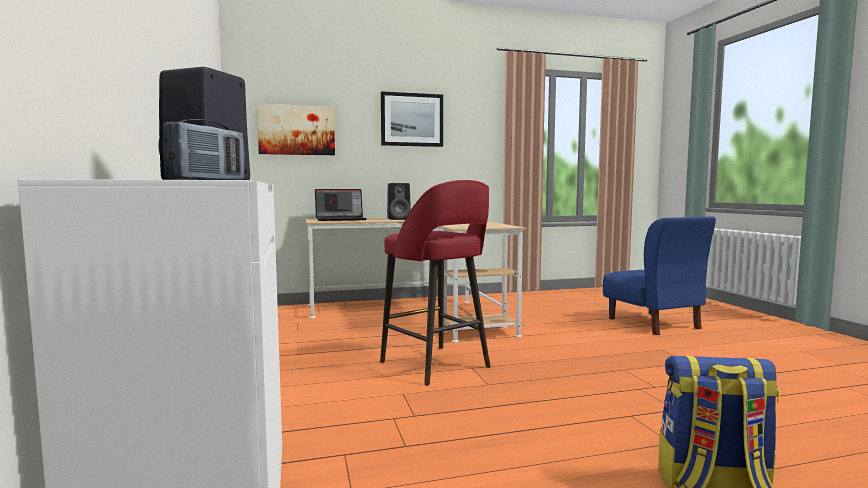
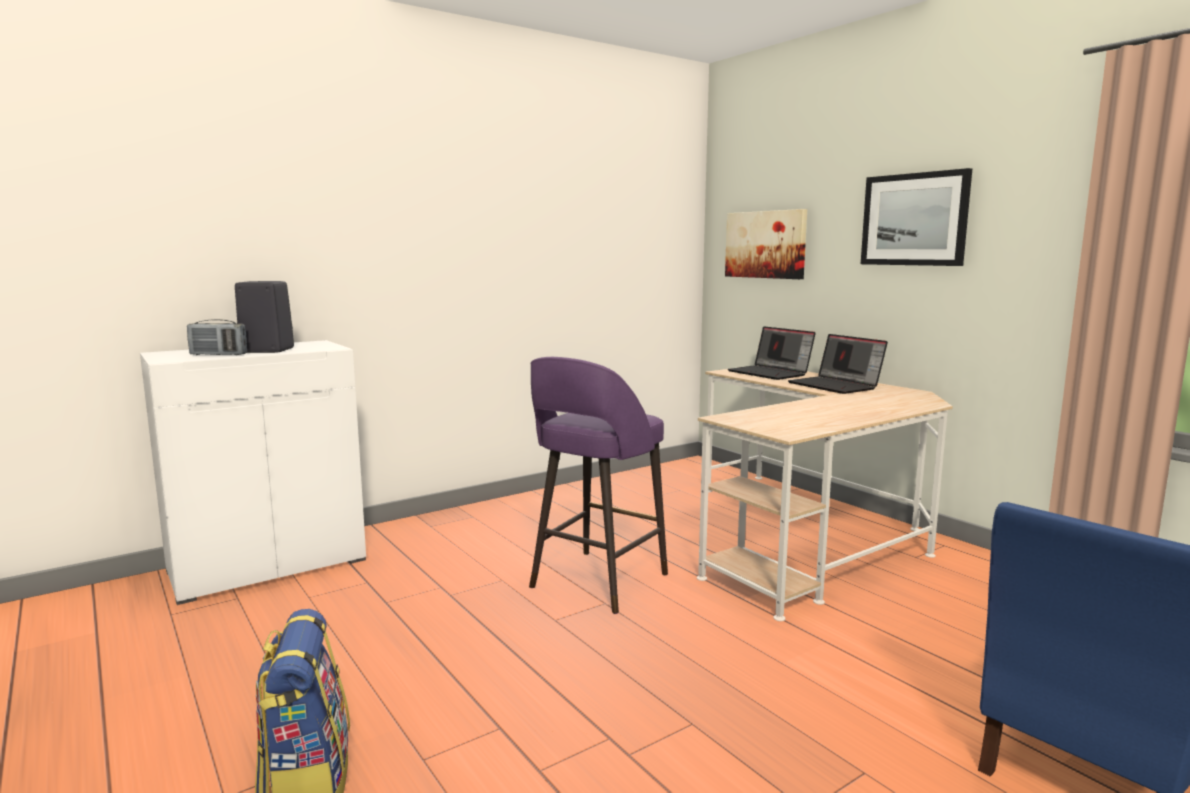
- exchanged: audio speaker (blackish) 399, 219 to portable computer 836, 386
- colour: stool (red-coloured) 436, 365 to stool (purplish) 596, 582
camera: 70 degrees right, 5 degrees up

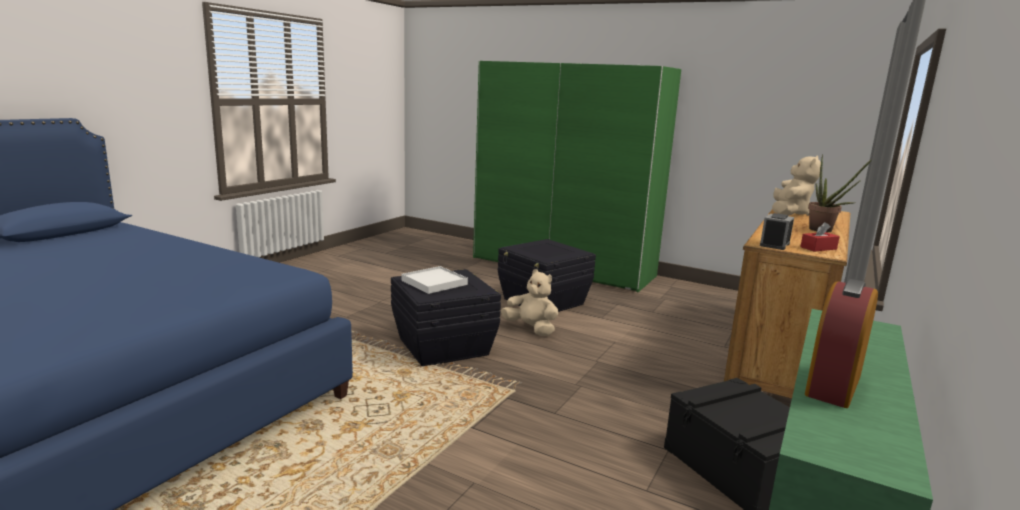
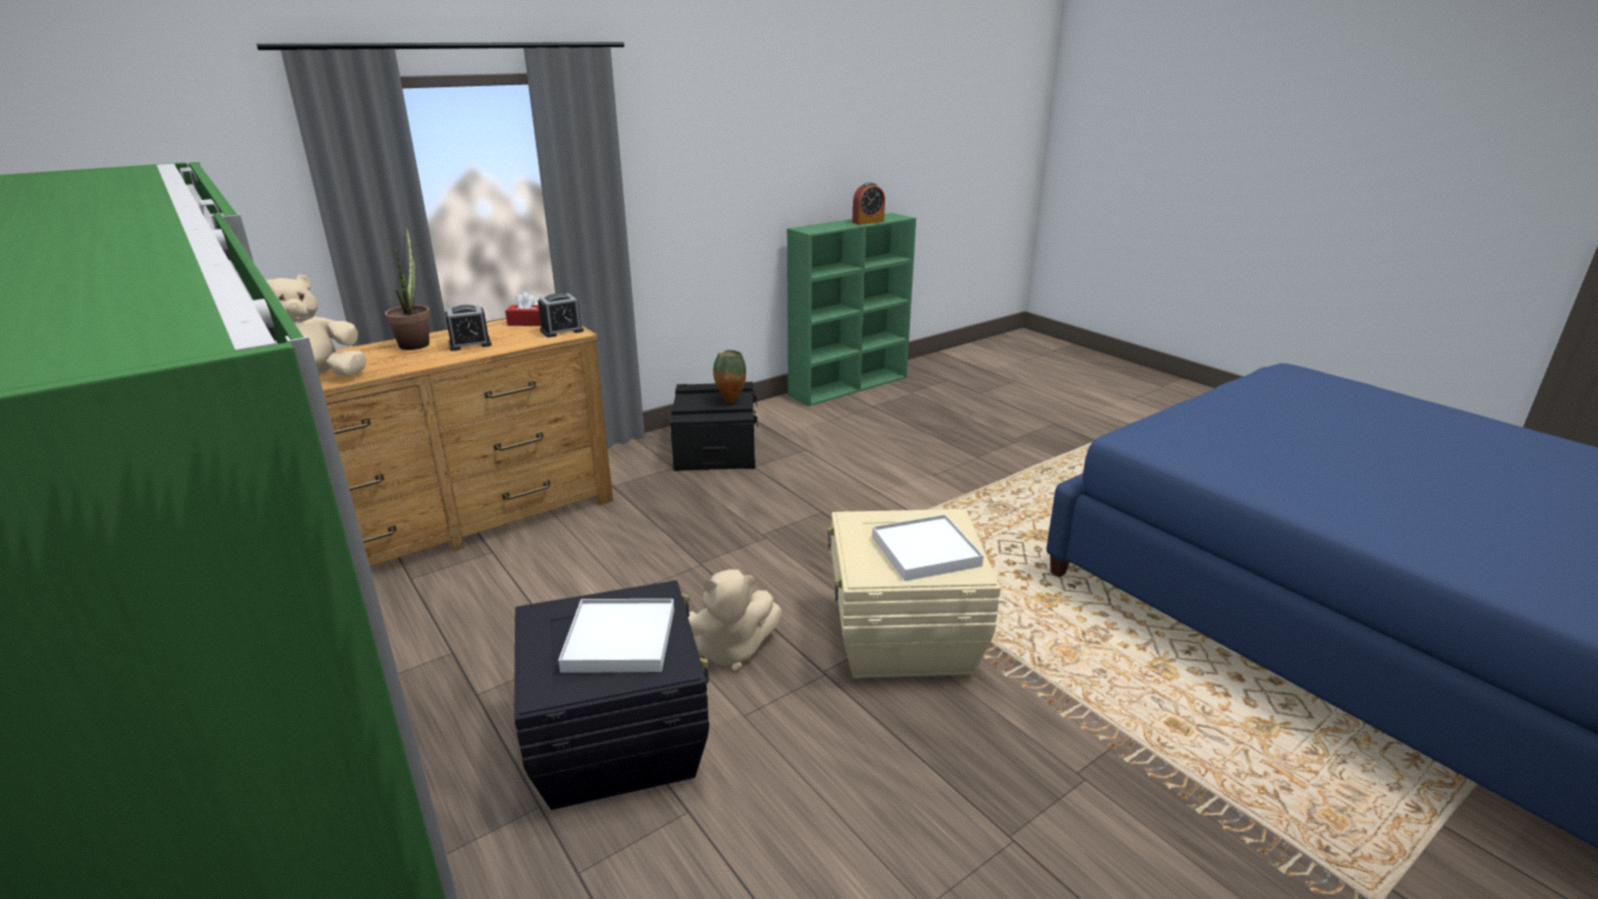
- appeared: table clock 470, 344
- appeared: carrying tray (white) 620, 639
- appeared: decorative vase 730, 400
- colour: storage bin (blackish) 443, 346 to storage bin (beige-coloured) 902, 638
- spun: plush toy (beige-coloured) 531, 329 = 729, 650 75 degrees counterclockwise
camera: 155 degrees left, 10 degrees up

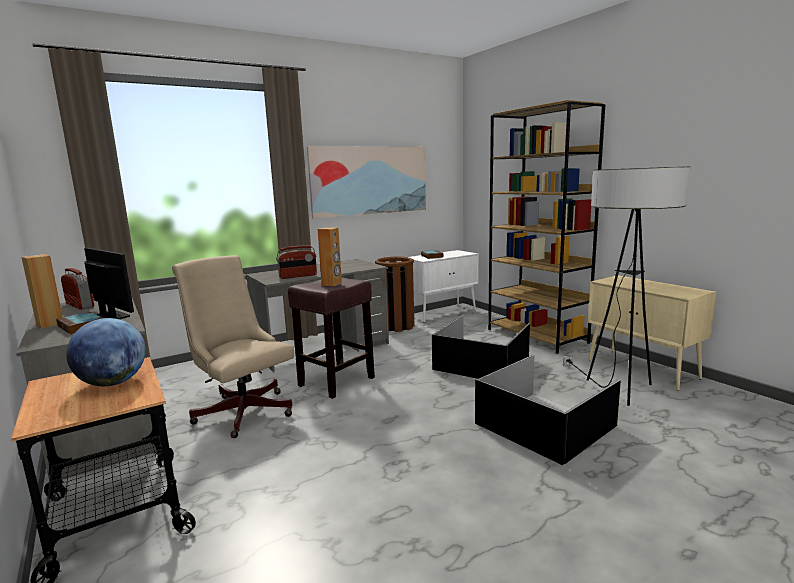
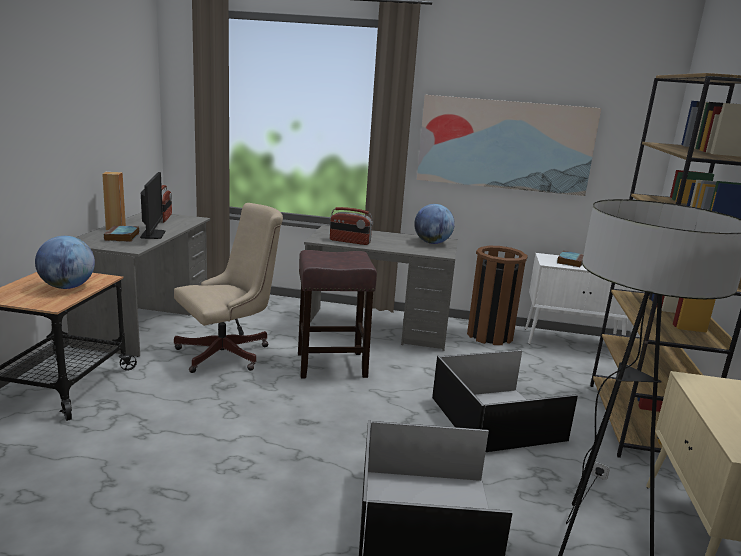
- missing: audio speaker (brown-coloured) 332, 284
- appeared: globe 432, 243
- spun: computer chair (beige-coloured) 242, 410 = 229, 353 60 degrees clockwise
camera: 40 degrees right, 5 degrees up

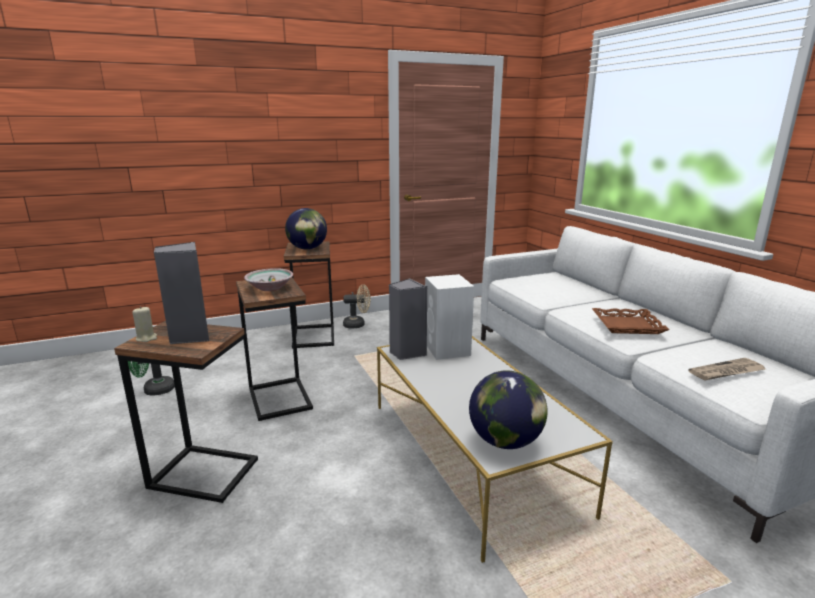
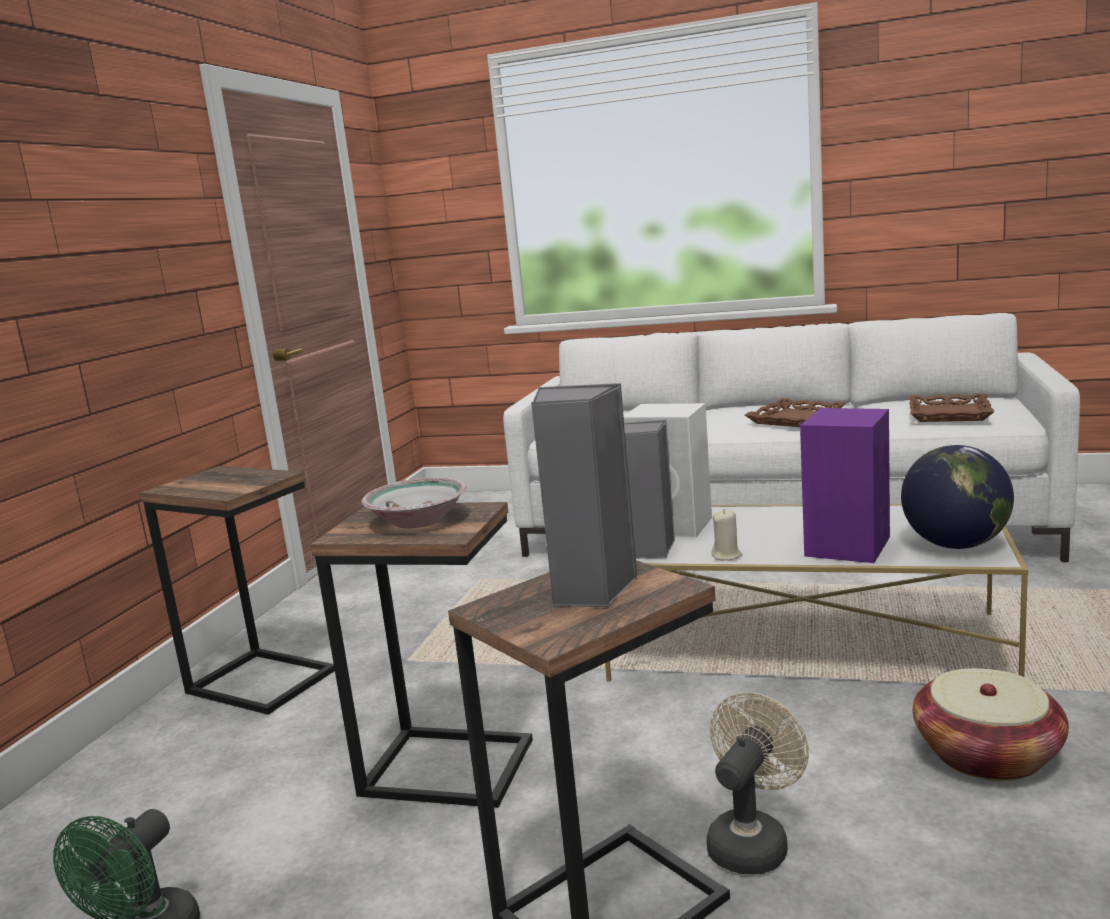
- missing: globe 307, 248
- appeared: audio speaker (purplish) 848, 545
- appeared: storage basket 987, 755
- relocated: wax light (beige-coloured) 146, 338 to 727, 556
- relocated: fan (beige-coloured) 357, 324 to 752, 841
- exchanged: printed paper 727, 372 to carrying tray (brown-coloured) 950, 414
camera: 50 degrees left, 5 degrees down

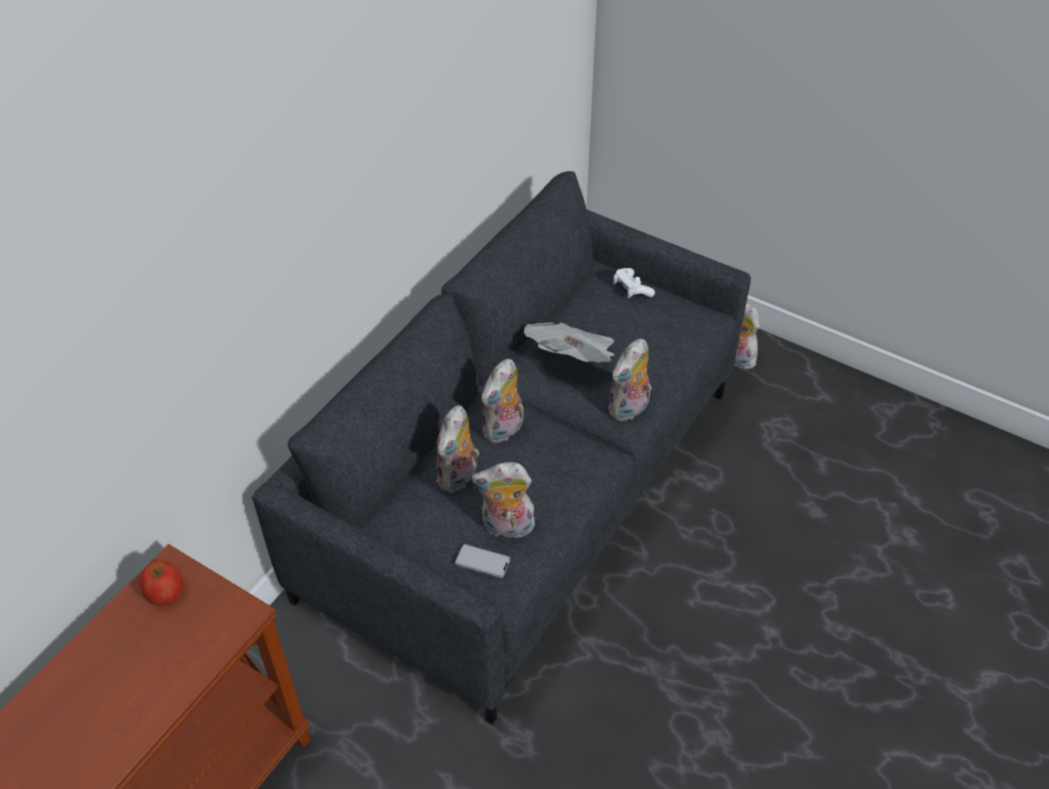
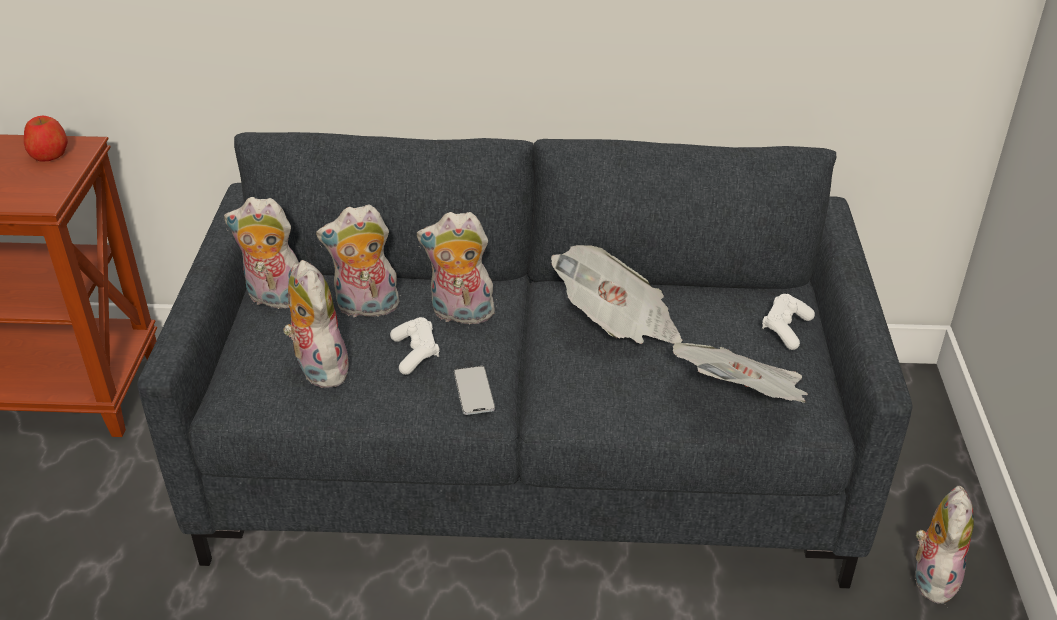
- appeared: gamepad (white) 416, 354
- appeared: printed paper 742, 399
- relocated: handset 482, 561 to 474, 391
- relocated: plush toy 629, 409 to 273, 299
camera: 60 degrees right, 10 degrees down

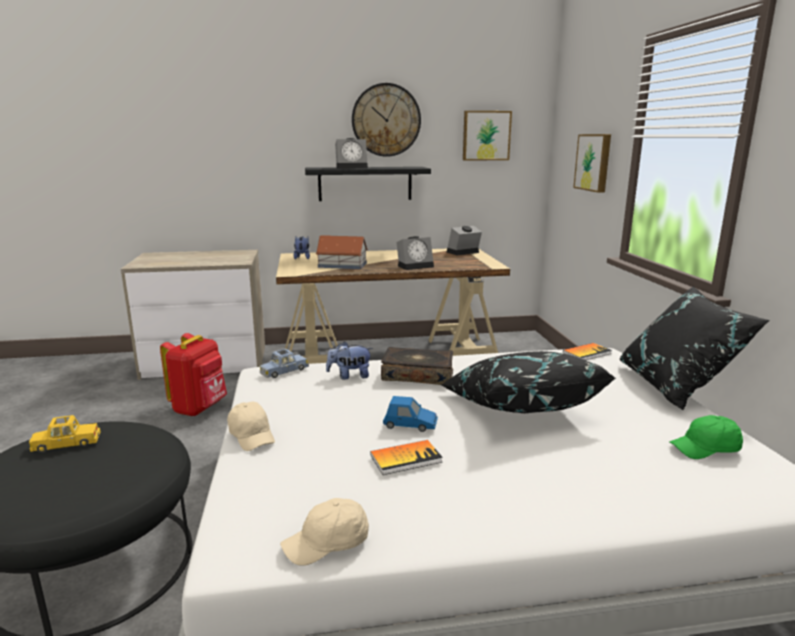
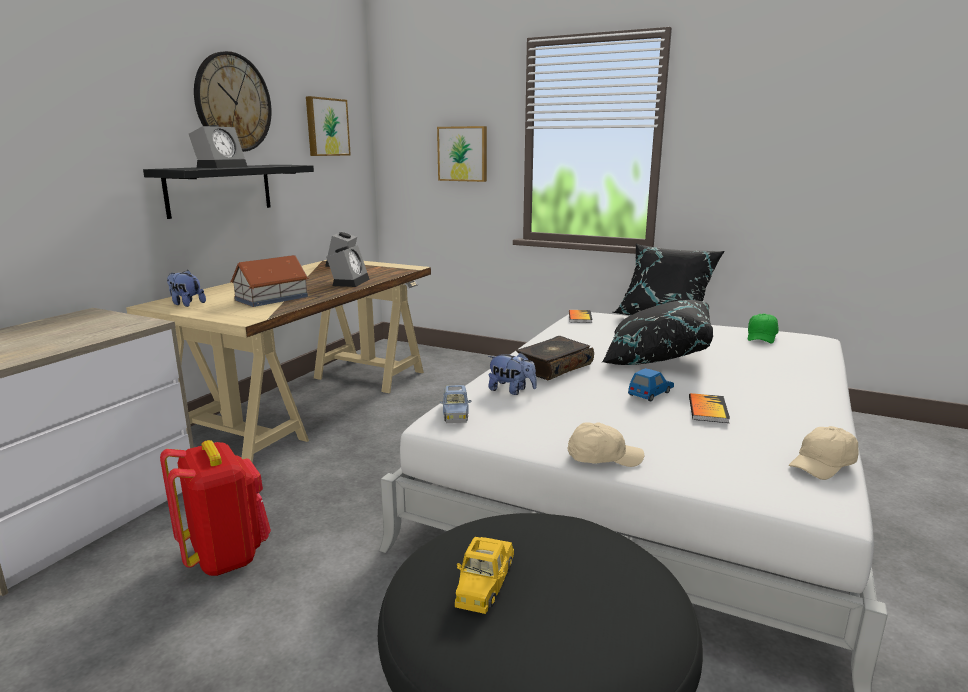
- spun: cap (beige-coloured) 328, 544 = 822, 465 45 degrees clockwise
- spun: plush toy 349, 376 = 511, 391 90 degrees counterclockwise
camera: 55 degrees left, 0 degrees up

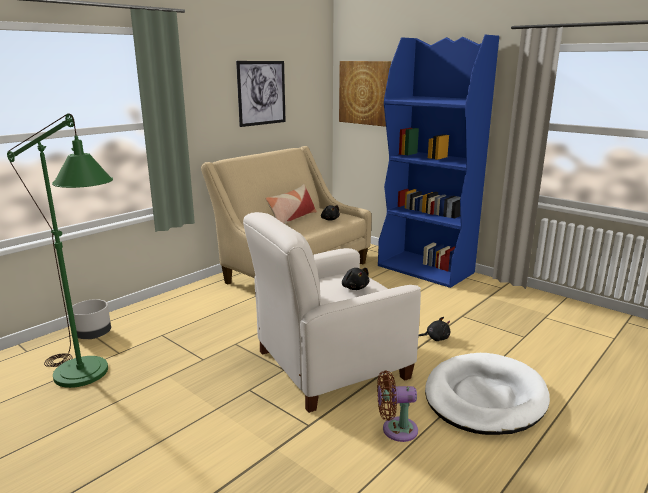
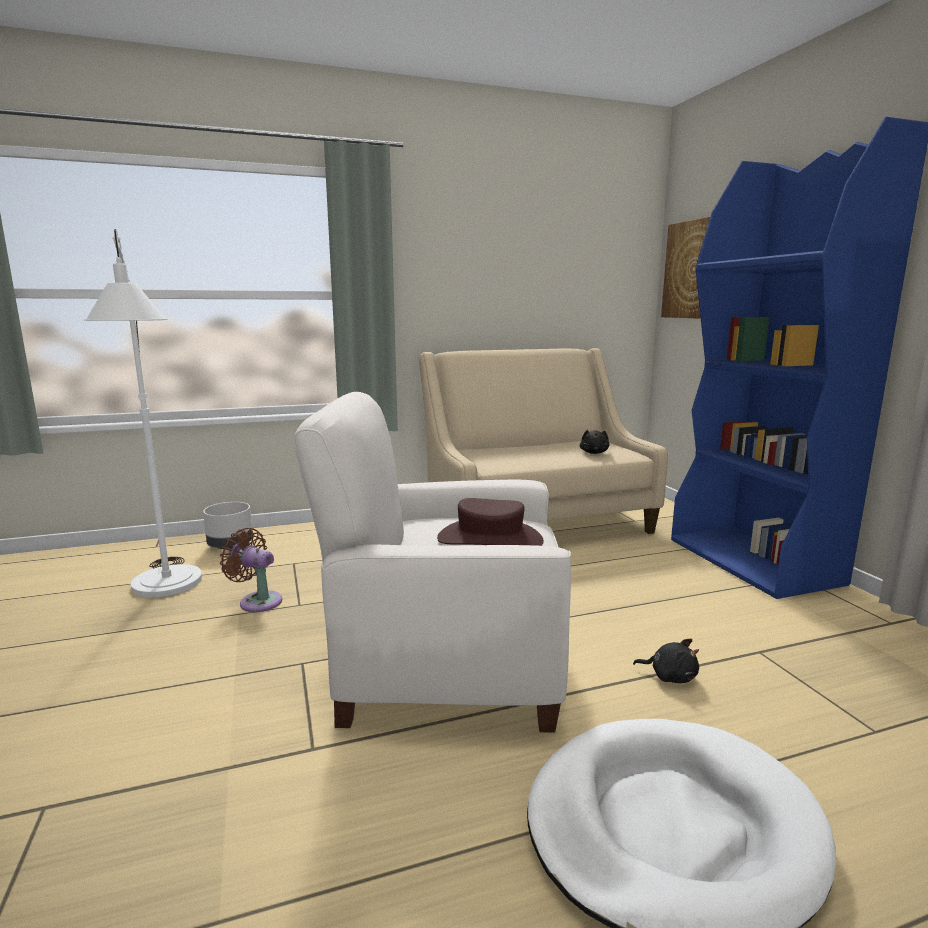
- missing: wall picture 261, 93
- missing: throw pillow 292, 218
- relocated: fan (brown-coloured) 395, 429 to 257, 601
- exchanged: plush toy (blackish) 354, 288 to clothing hat (brown-coloured) 490, 539
- colour: standard lamp (greenish) 89, 377 to standard lamp (white) 167, 590
camera: 30 degrees right, 5 degrees down

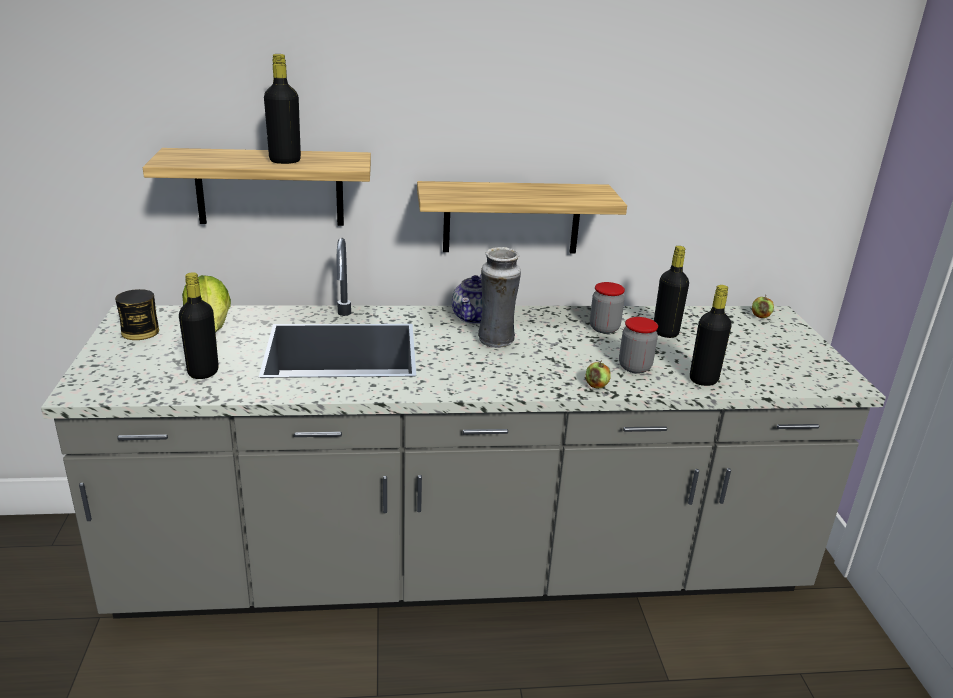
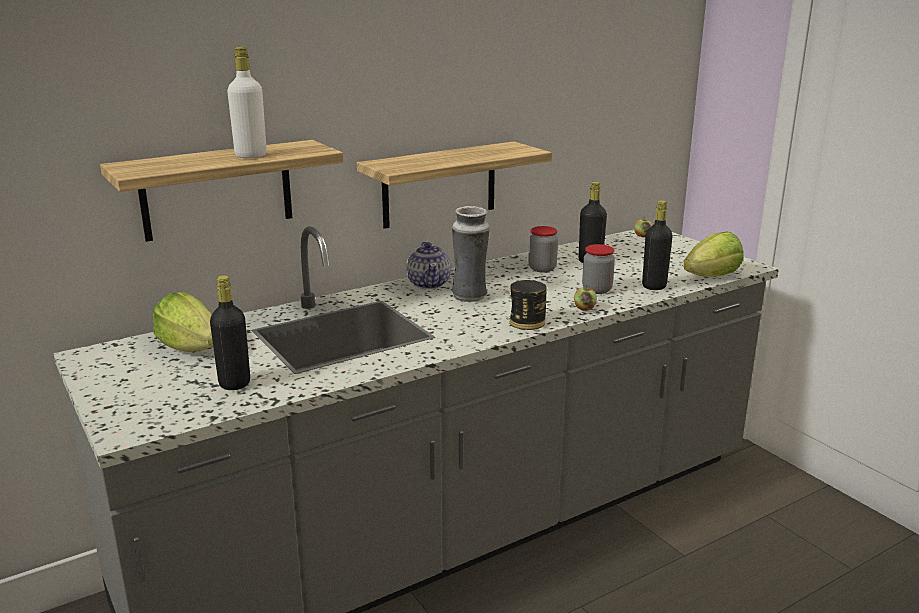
- appeared: lettuce head 712, 276
- relocated: can 140, 332 to 527, 322
- colour: drink bottle (blackish) 285, 161 to drink bottle (white) 251, 156
camera: 25 degrees left, 5 degrees down

